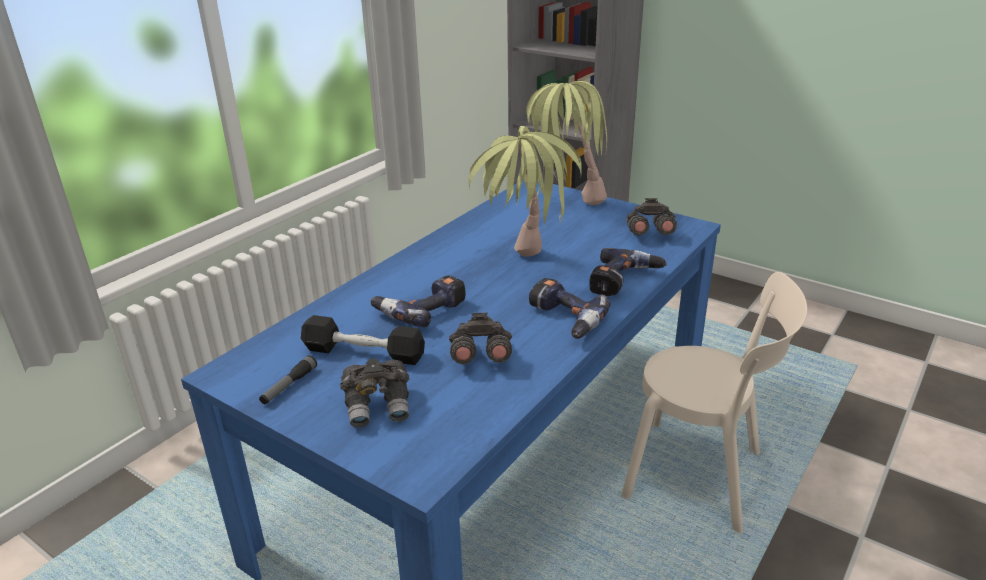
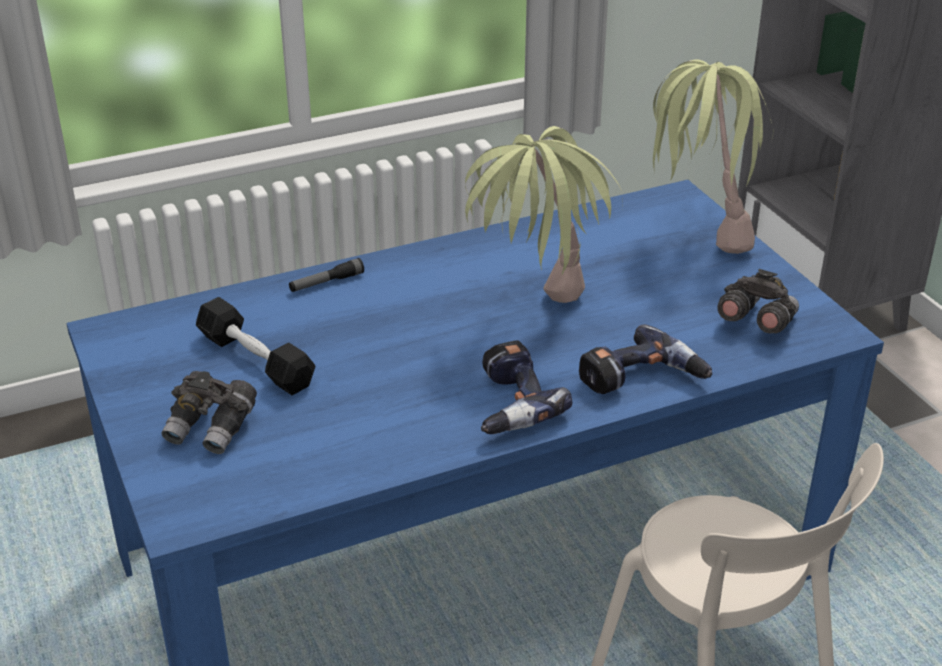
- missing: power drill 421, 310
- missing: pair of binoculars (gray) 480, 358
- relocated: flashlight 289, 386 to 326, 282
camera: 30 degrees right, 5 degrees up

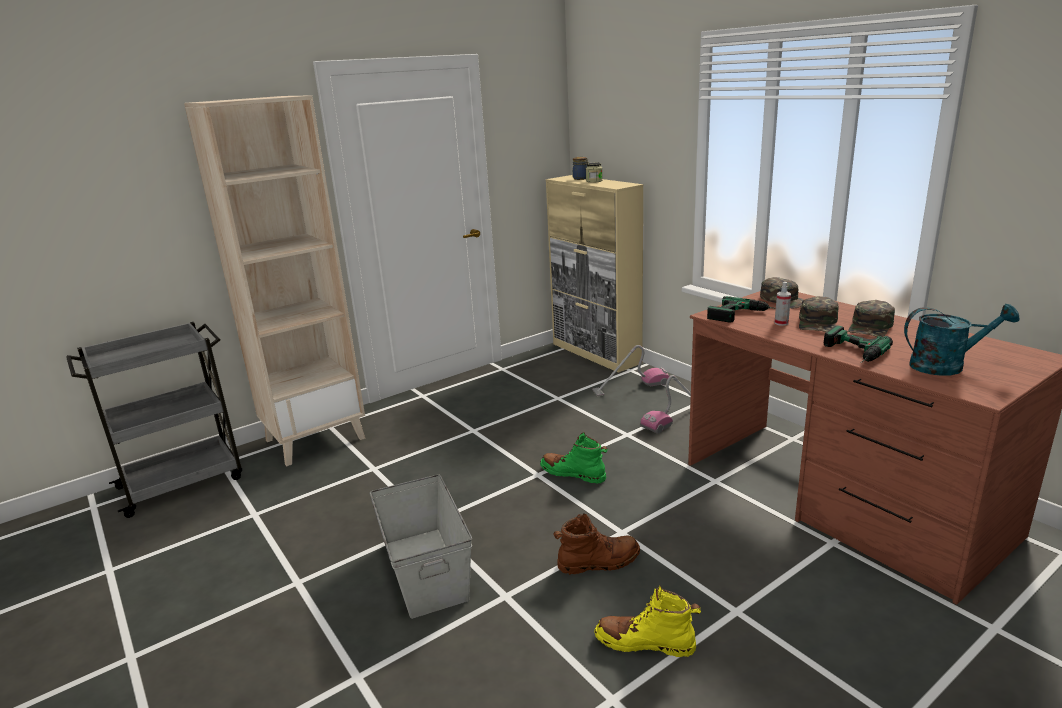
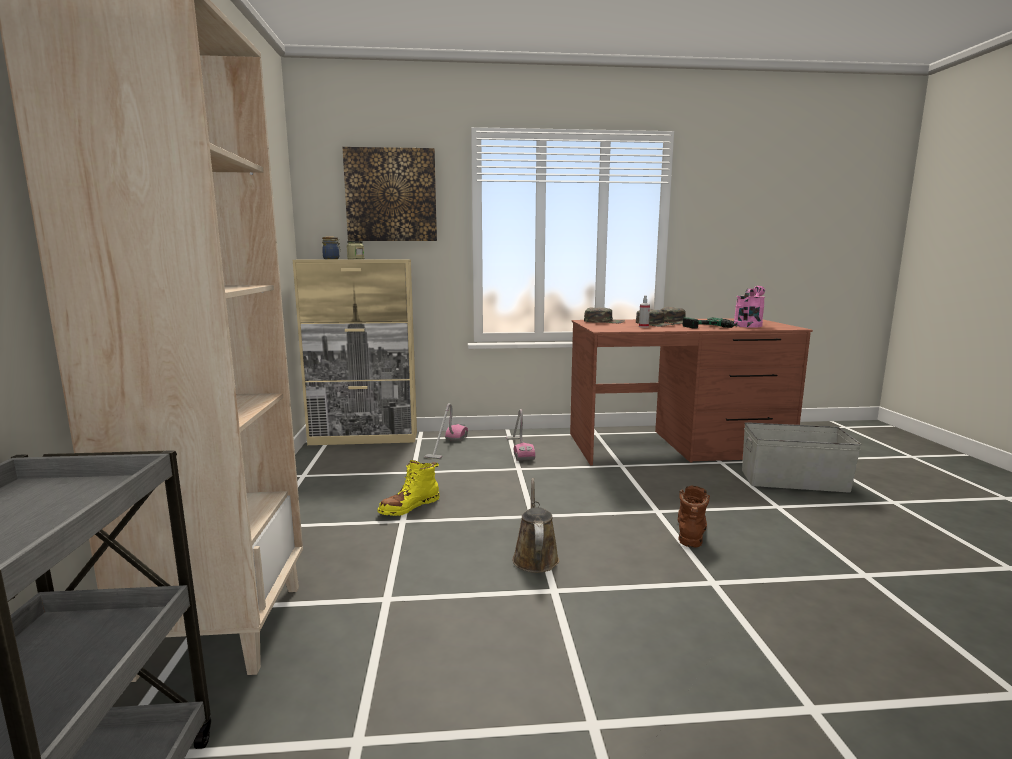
- missing: boot (greenish) 573, 474
- missing: power drill 743, 315
- appeared: wall picture 391, 195
- appeared: sprinkling can (brown-coloured) 535, 557
- relocated: storage bin (gray) 426, 569 to 793, 480
- relocated: boot (yellow-coloured) 645, 643 to 409, 507
- colour: sprinkling can (blue-green) 946, 366 to sprinkling can (pinkish) 748, 325
camera: 60 degrees left, 10 degrees down

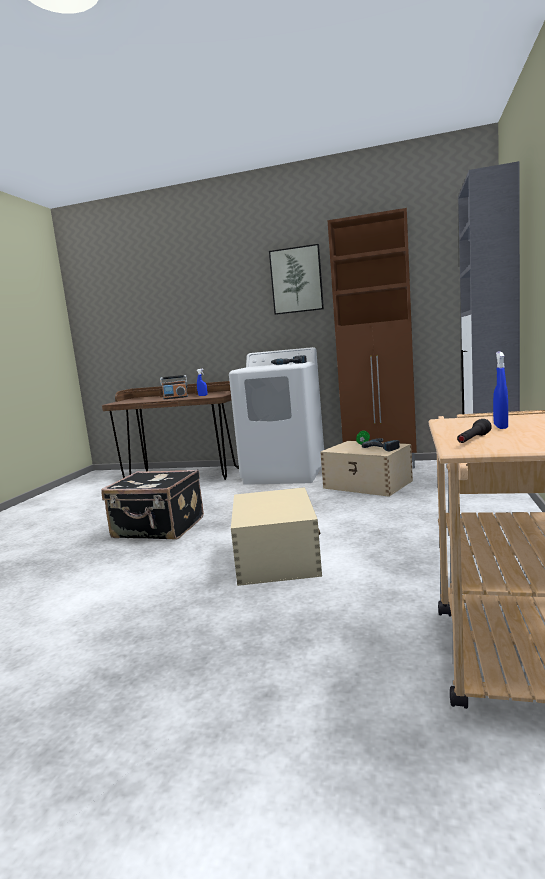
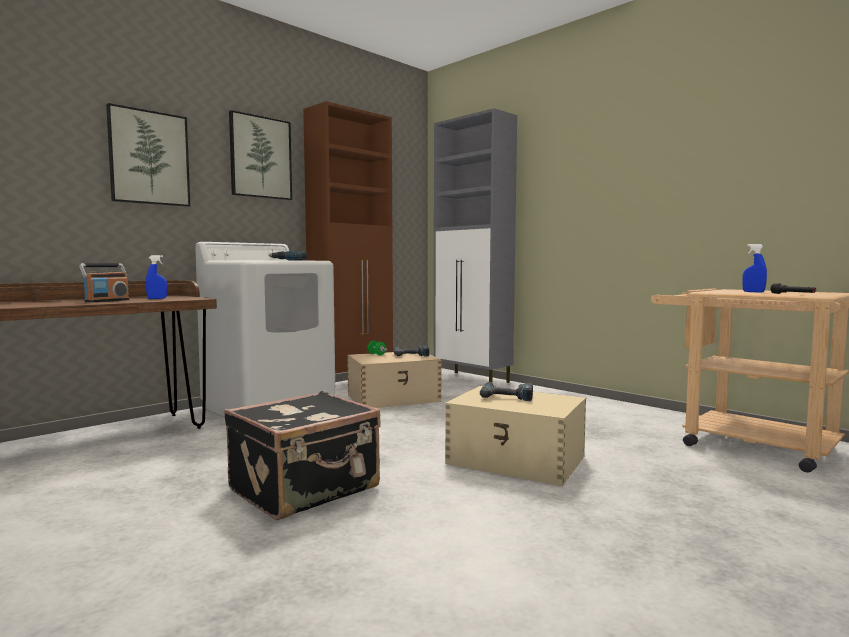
- appeared: wall picture 149, 158
- appeared: power drill 506, 396
camera: 60 degrees left, 5 degrees down

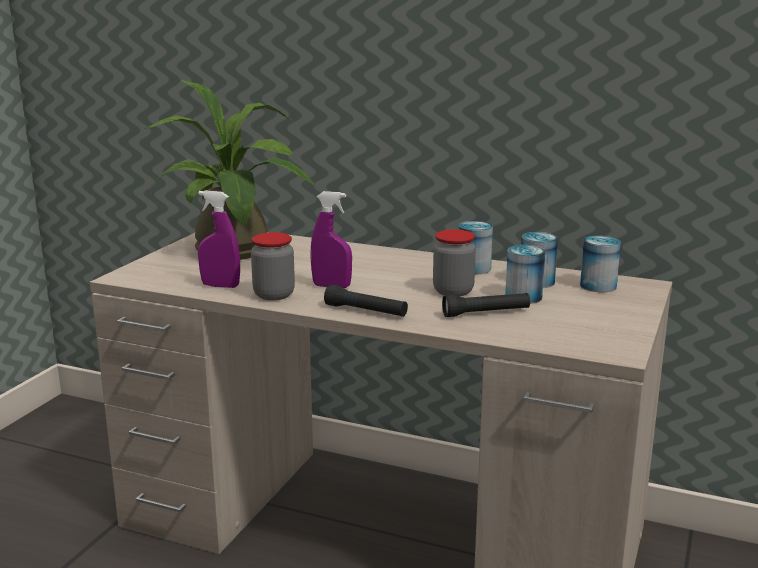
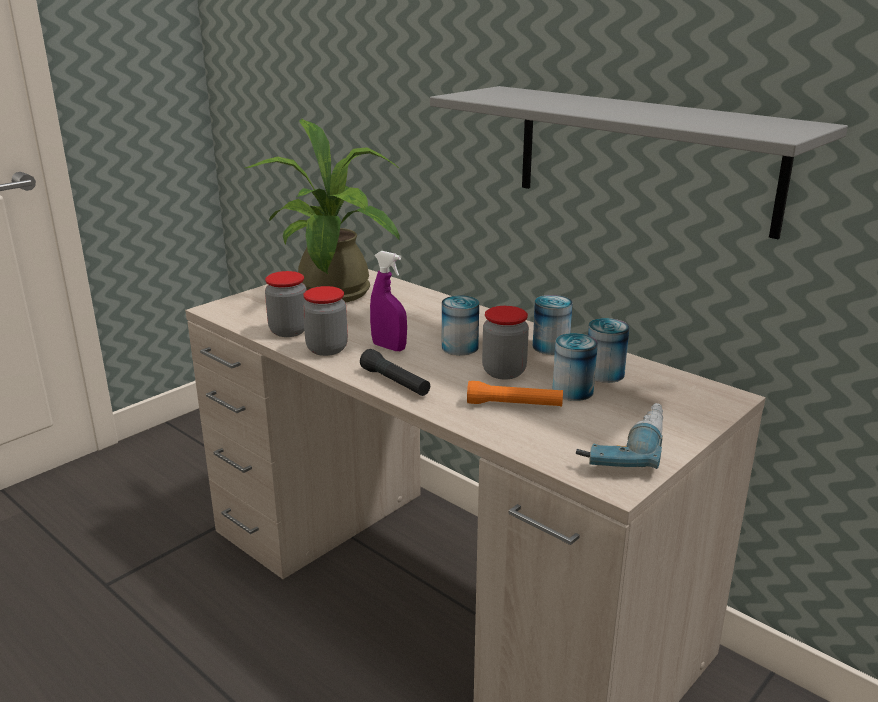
- appeared: wall shelf (gray) 643, 157
- appeared: power drill 623, 445
- relocated: can 598, 286 to 460, 347
- exchanged: hand sprayer (purplish) 220, 286 to jar 289, 331
- colour: flashlight (blackish) 486, 313 to flashlight (orange) 514, 405
camera: 20 degrees right, 5 degrees up

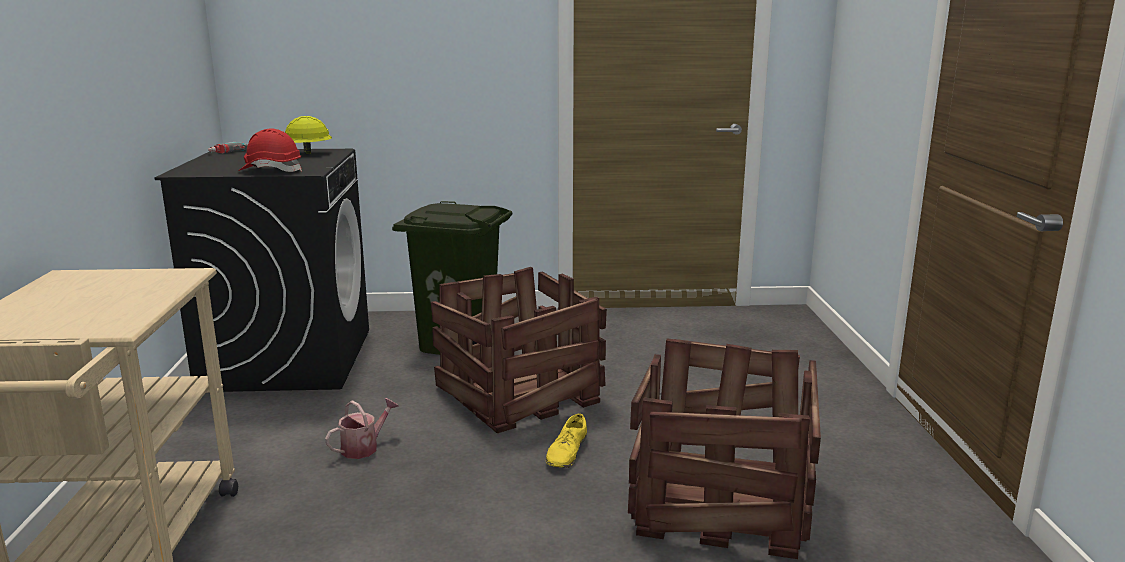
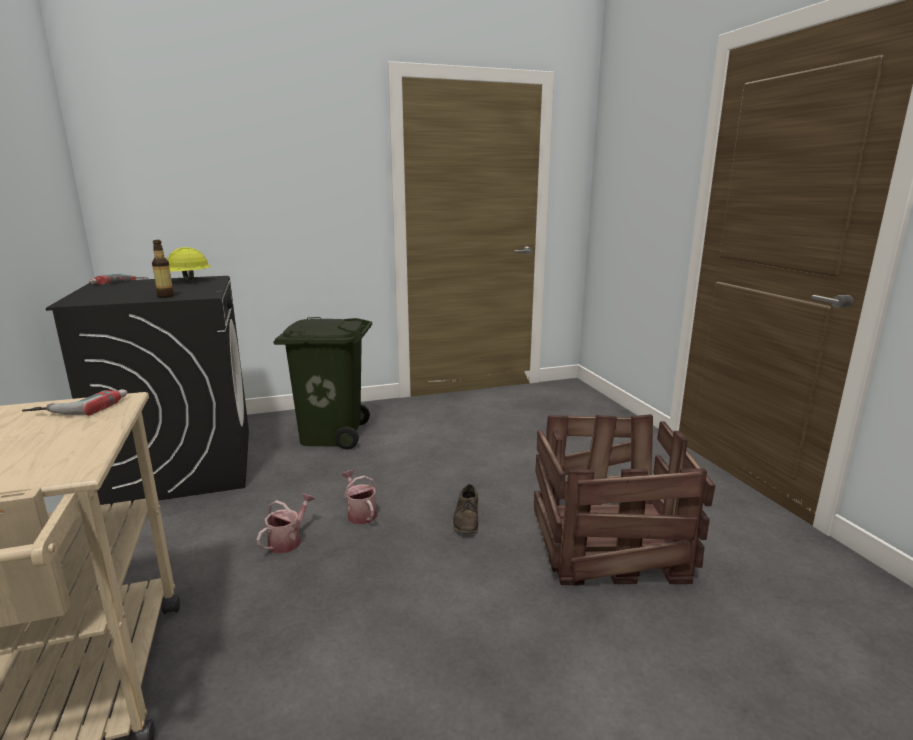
- missing: shipping crate 520, 393
- appeared: power drill 80, 407
- appeared: sprinkling can 360, 513
- exchanged: safety helmet (red-coloured) 271, 170 to drink bottle 165, 296
- colour: low shoe (yellow-coloured) 567, 452 to low shoe (brown-coloured) 467, 518
camera: 15 degrees left, 0 degrees up

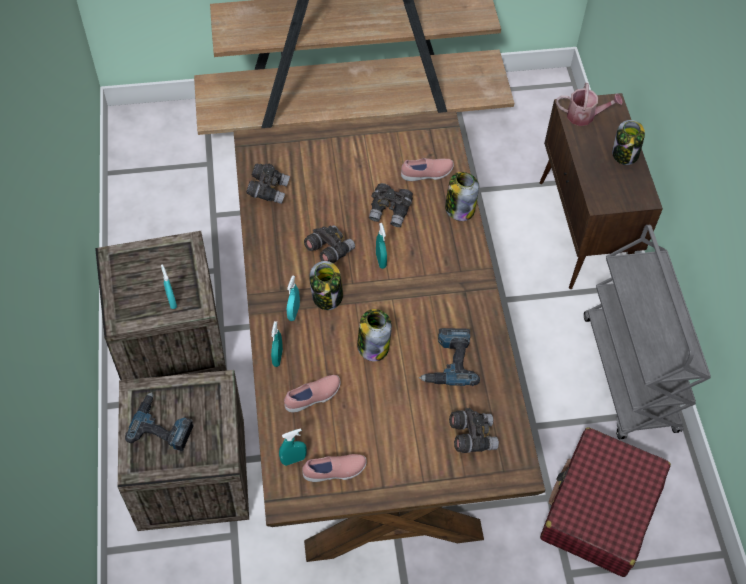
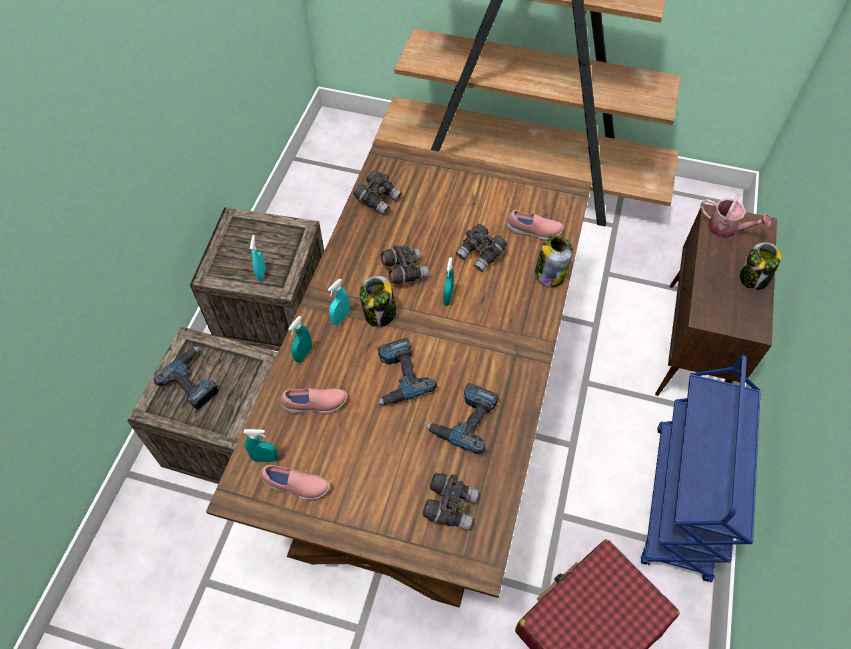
- exchanged: jar 373, 346 to power drill 398, 376
- colour: cart (gray) 630, 375 to cart (bluish) 681, 502
camera: 25 degrees right, 0 degrees up

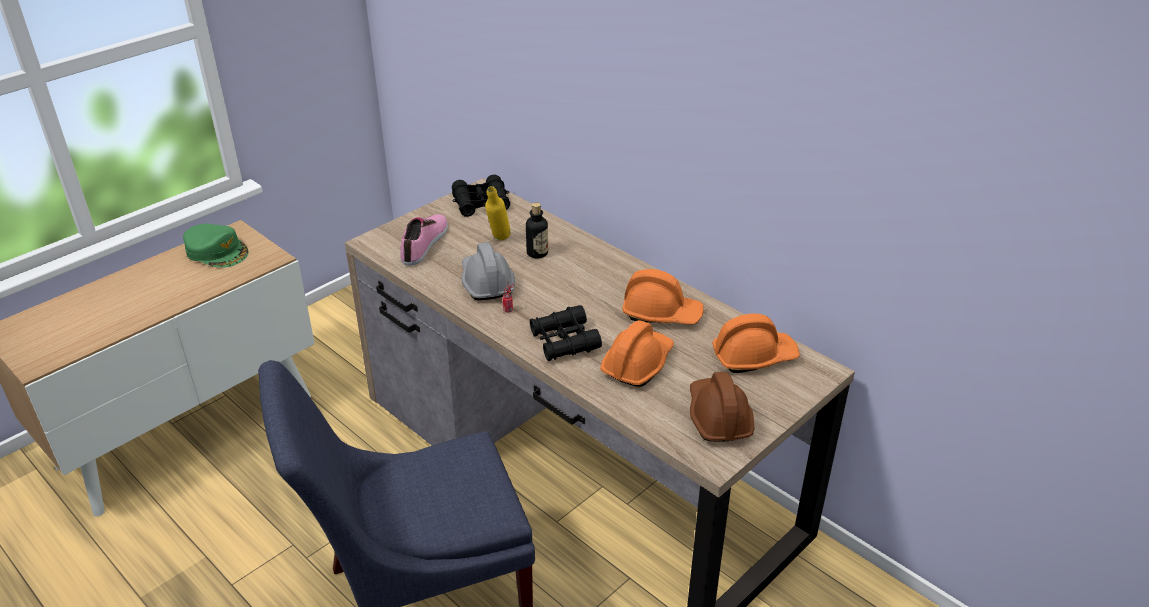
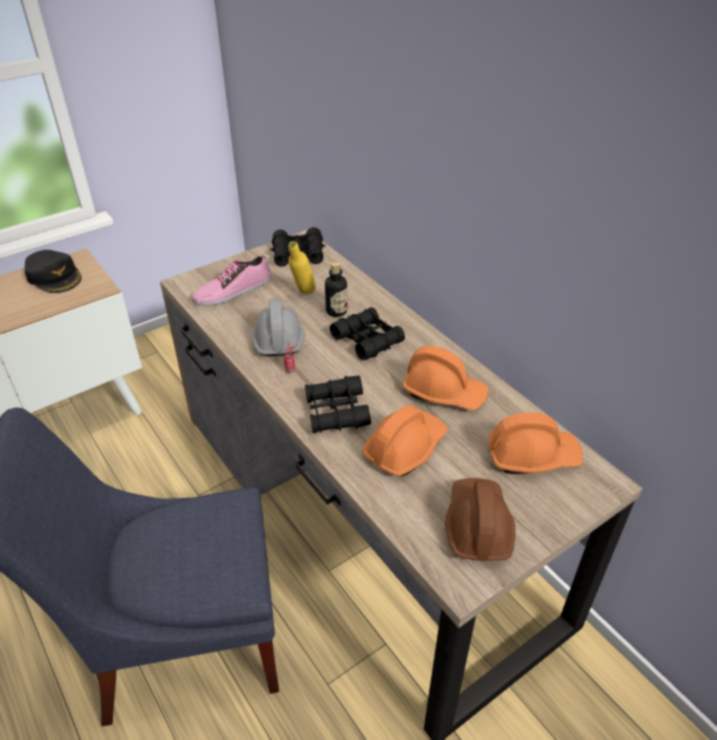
- appeared: pair of binoculars (blackish) 367, 340
- colour: cap (greenish) 217, 251 to cap (blackish) 54, 276
- spun: low shoe 425, 244 = 233, 290 150 degrees counterclockwise
camera: 10 degrees right, 5 degrees up

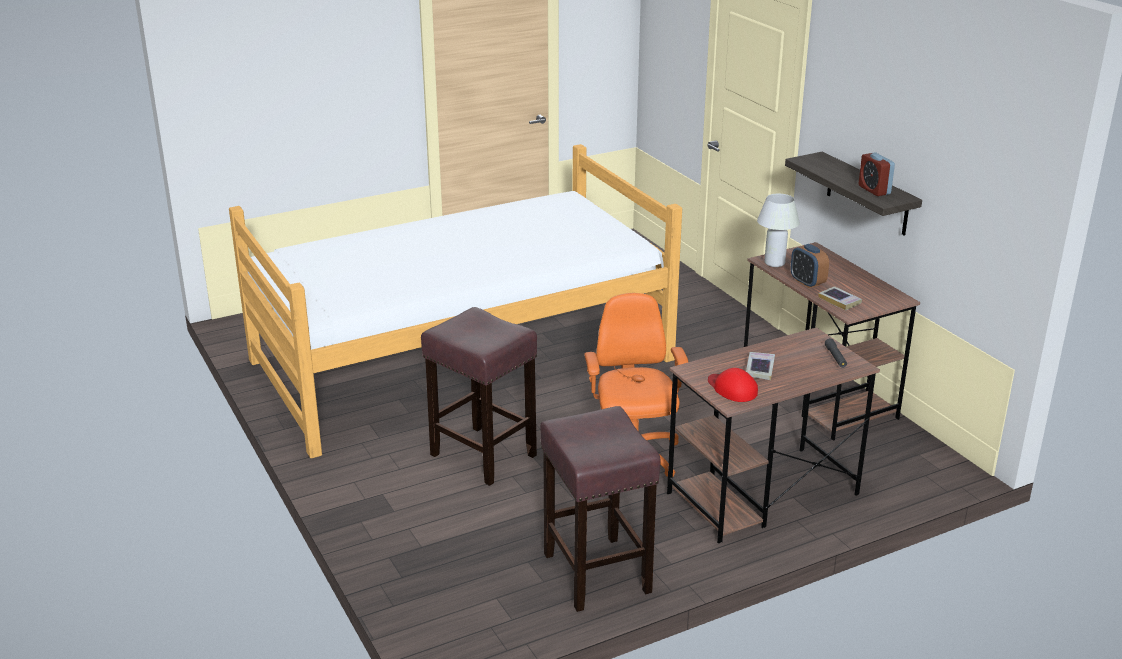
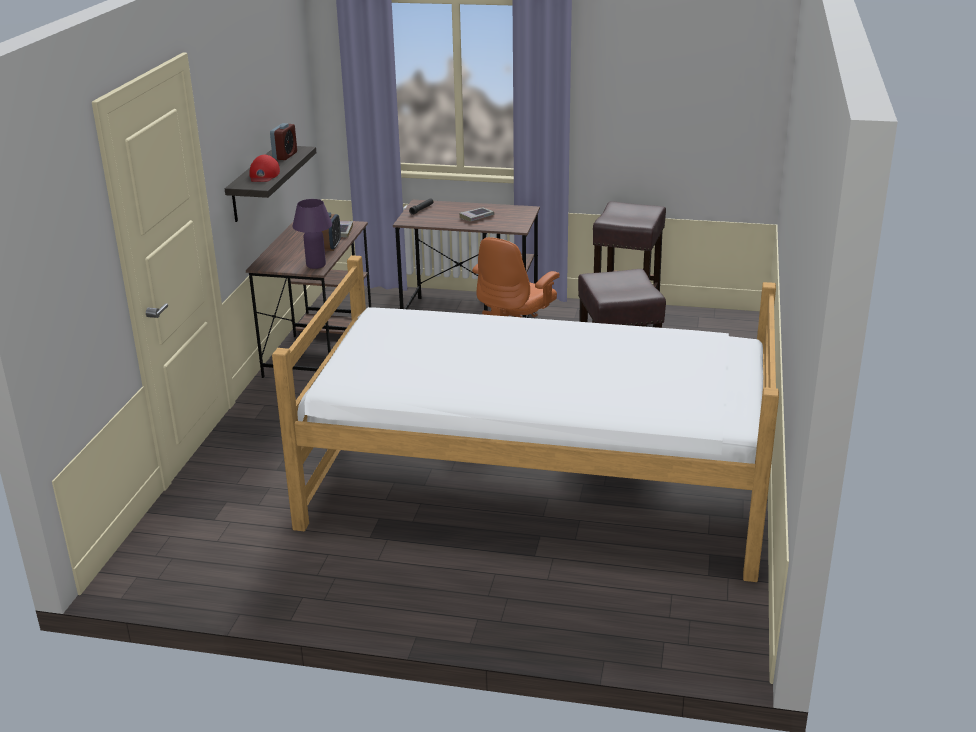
- relocated: cap (red-coloured) 732, 388 to 264, 175
- colour: table lamp (white) 774, 263 to table lamp (purplish) 316, 265
camera: 140 degrees left, 0 degrees up

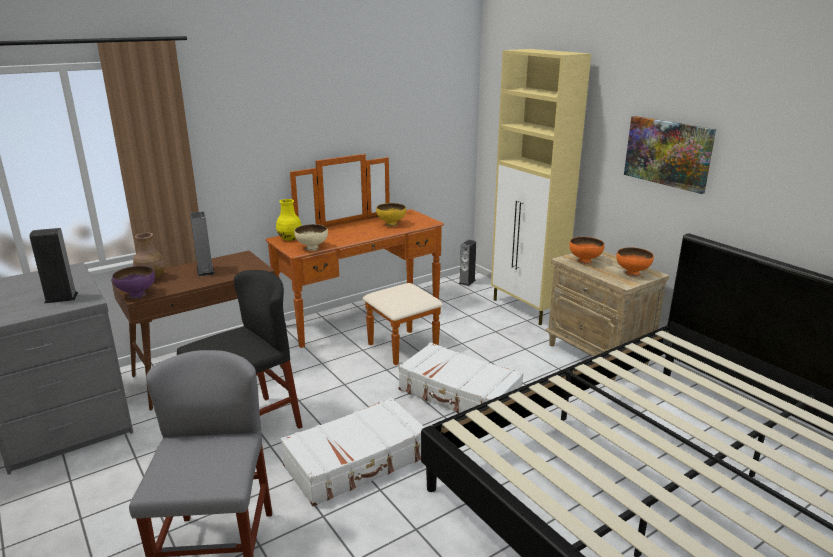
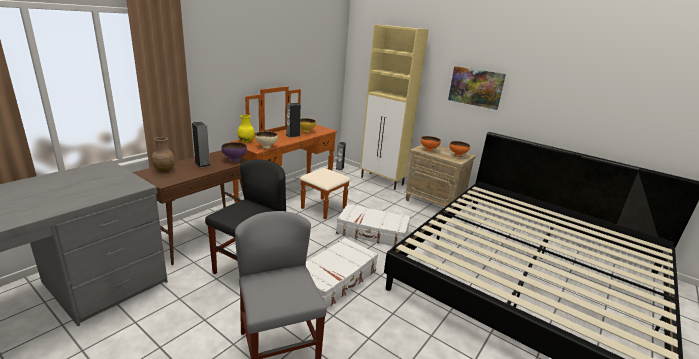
- relocated: audio speaker 61, 298 to 293, 135
- relocated: serving bowl (purplish) 137, 295 to 235, 160
camera: 20 degrees left, 0 degrees up

